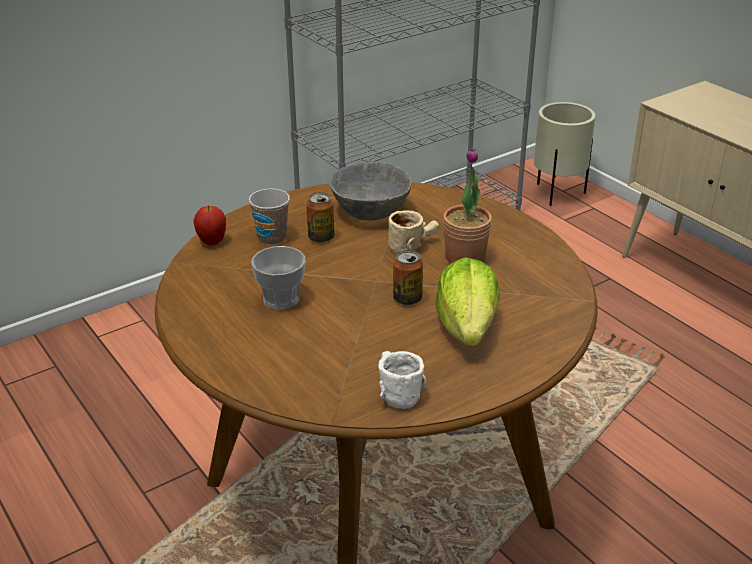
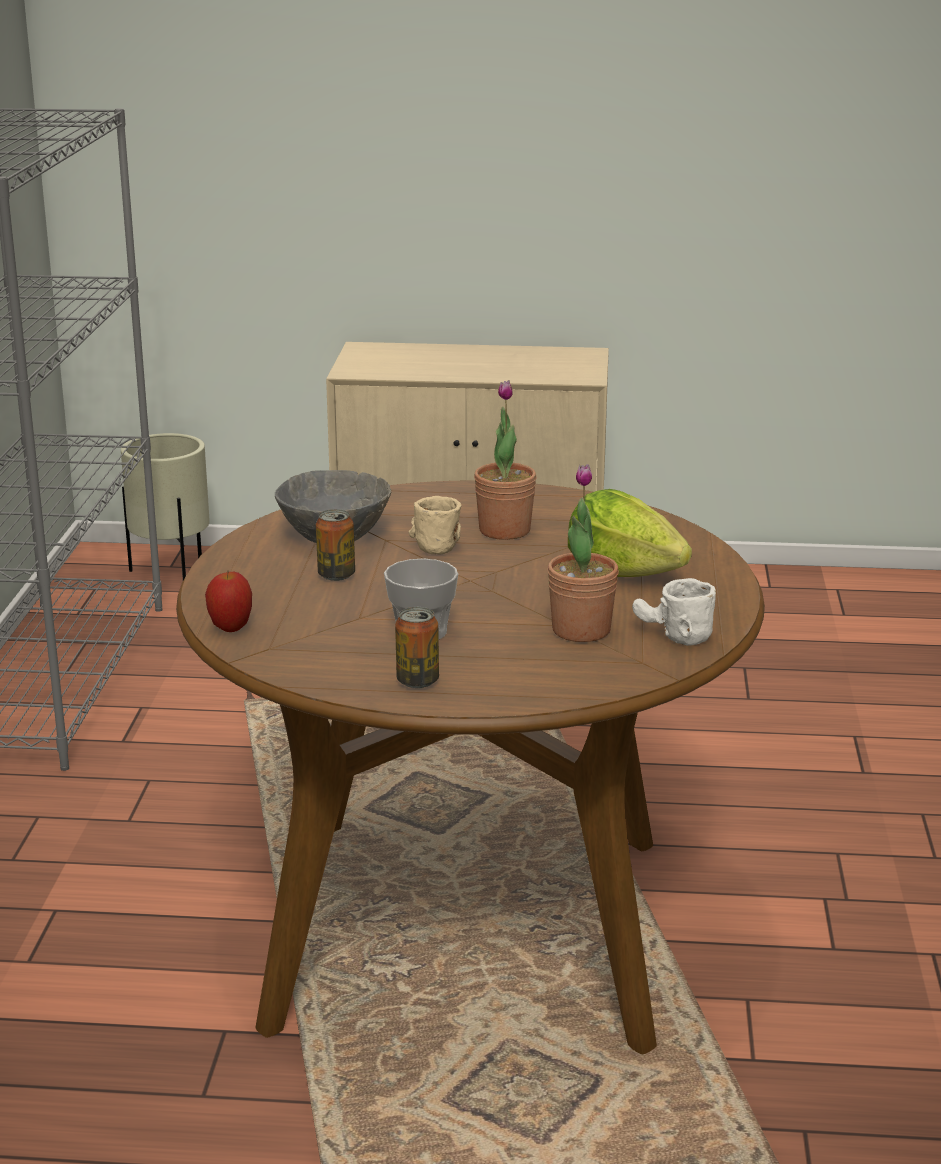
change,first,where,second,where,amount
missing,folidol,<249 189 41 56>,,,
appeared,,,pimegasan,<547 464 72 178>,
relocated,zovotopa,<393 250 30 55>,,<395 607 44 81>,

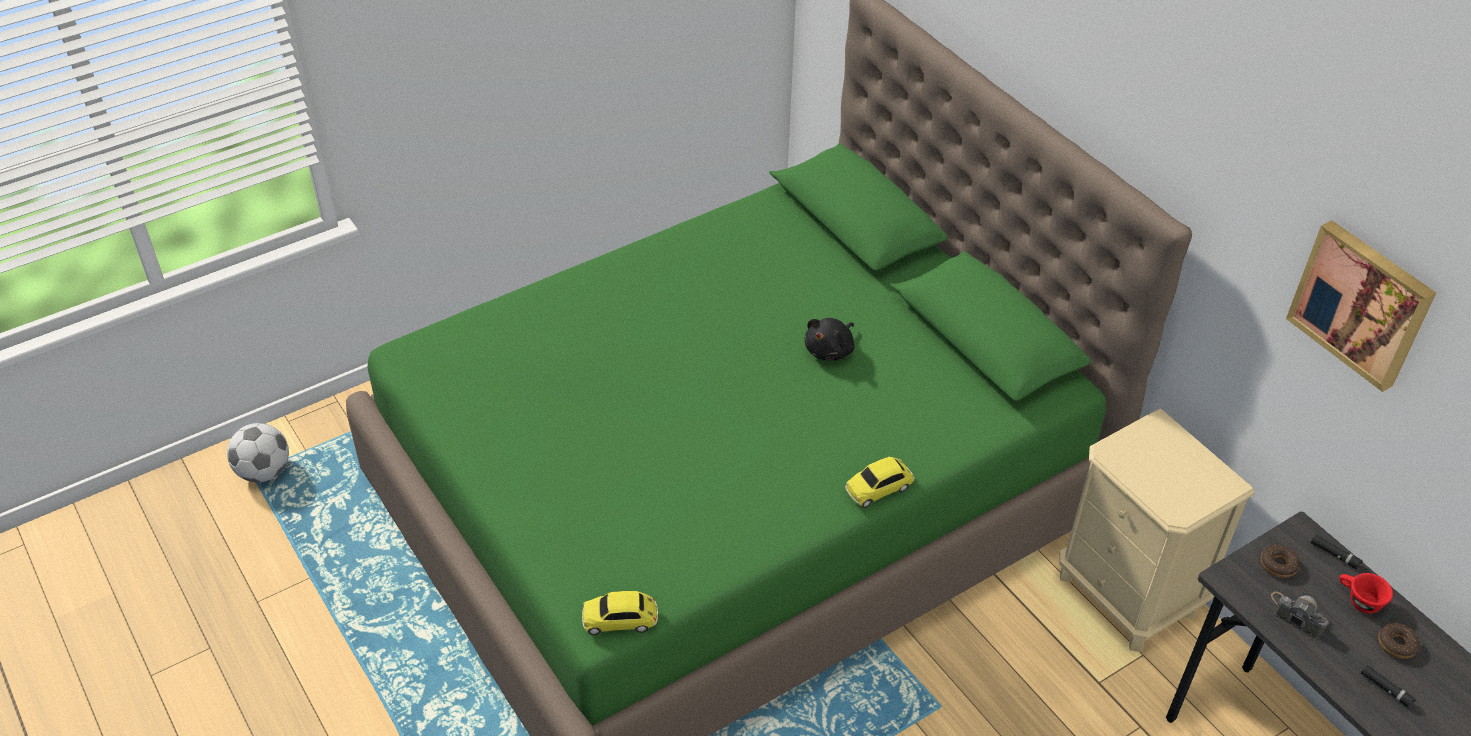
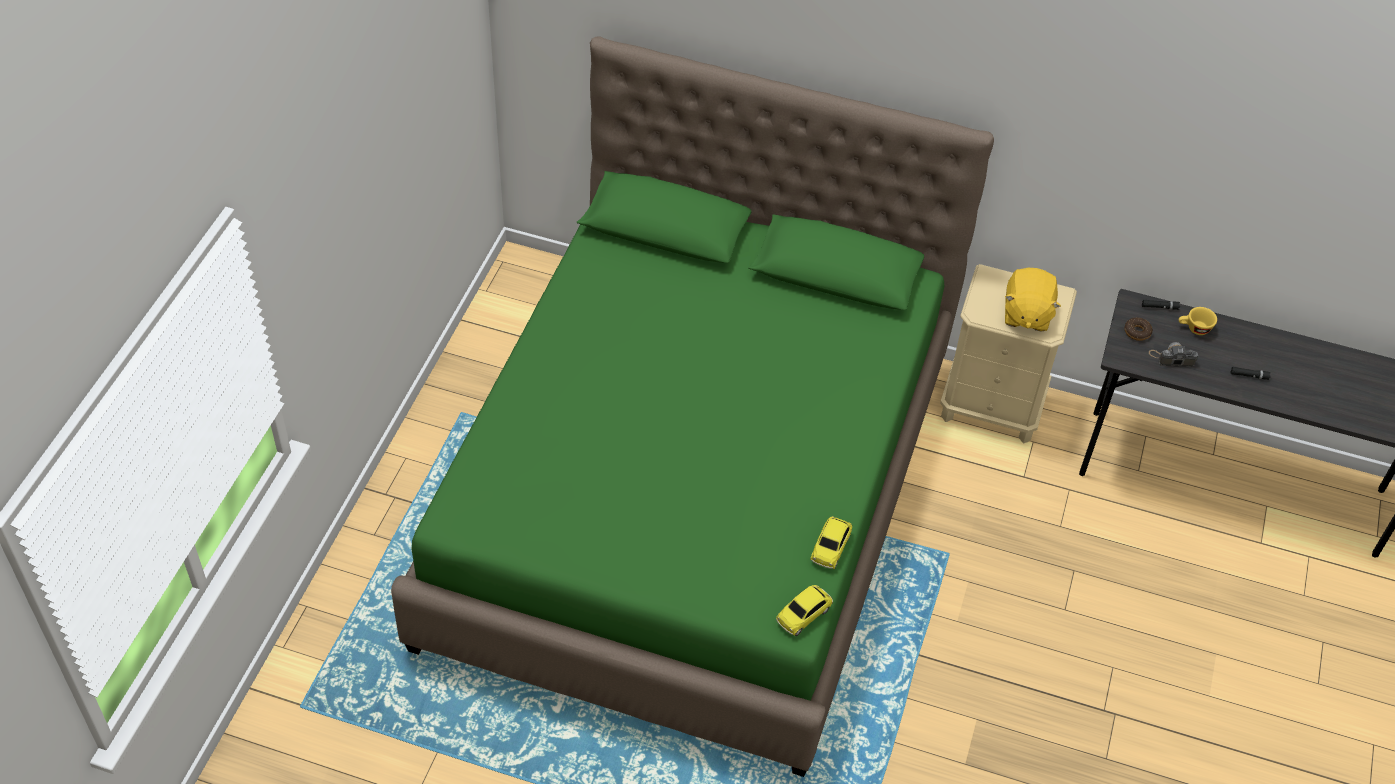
change,first,where,second,where,amount
missing,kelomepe,<227 423 62 59>,,,
missing,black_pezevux,<804 318 51 42>,,,
missing,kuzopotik,<1286 220 150 172>,,,
missing,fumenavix,<1378 623 42 36>,,,
appeared,,,yellow_pezevux,<1005 268 56 64>,
relocated,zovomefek,<845 457 69 51>,,<810 516 42 53>,
colour,red_folidol,<1339 573 54 41>,yellow_folidol,<1179 307 38 28>,

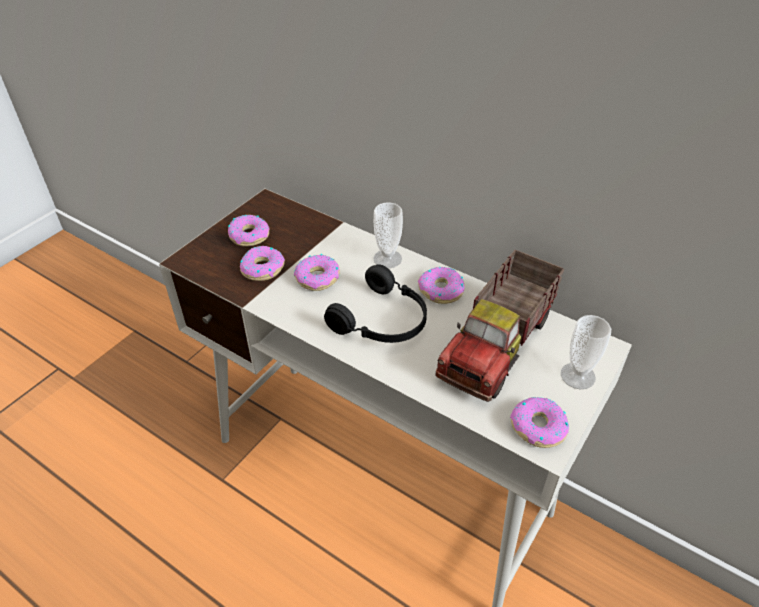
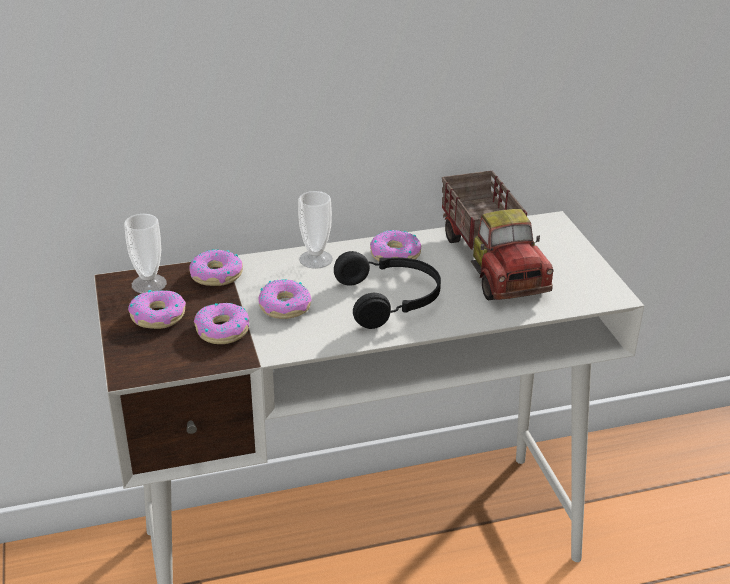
change,first,where,second,where,amount
relocated,fumenavix,<510 397 59 51>,,<189 249 54 37>,
relocated,folidol,<561 315 50 75>,,<124 214 43 79>,

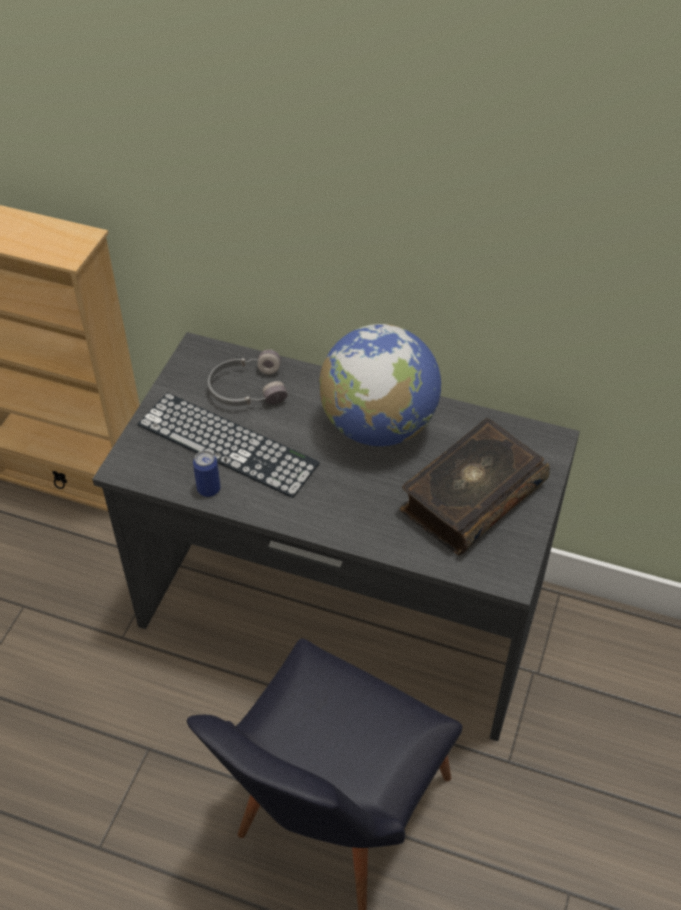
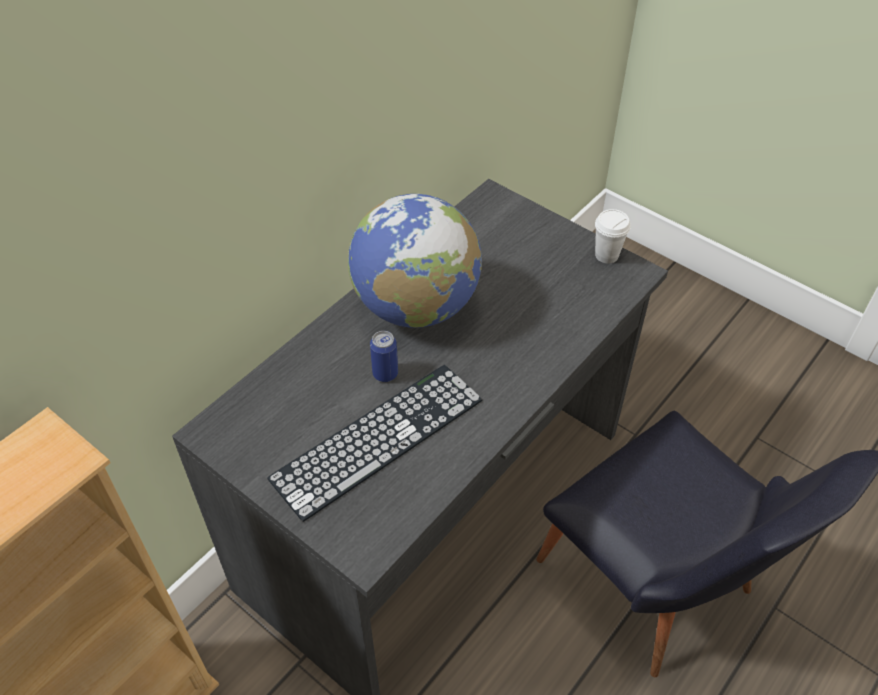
change,first,where,second,where,amount
missing,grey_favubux,<208 350 80 56>,,,
missing,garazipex,<400 418 150 137>,,,
appeared,,,white_folidol,<595 209 36 55>,
relocated,zovotopa,<193 450 27 47>,,<370 331 28 51>,

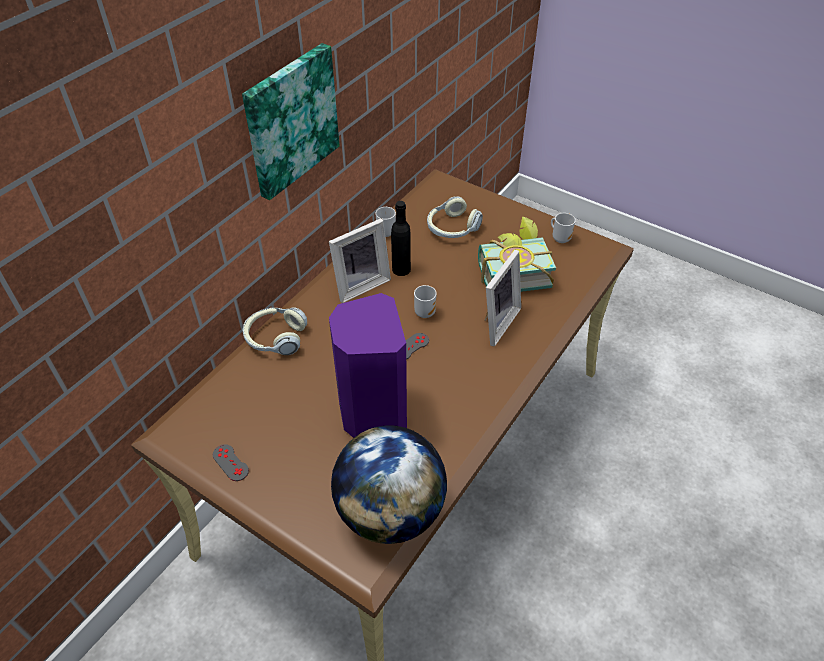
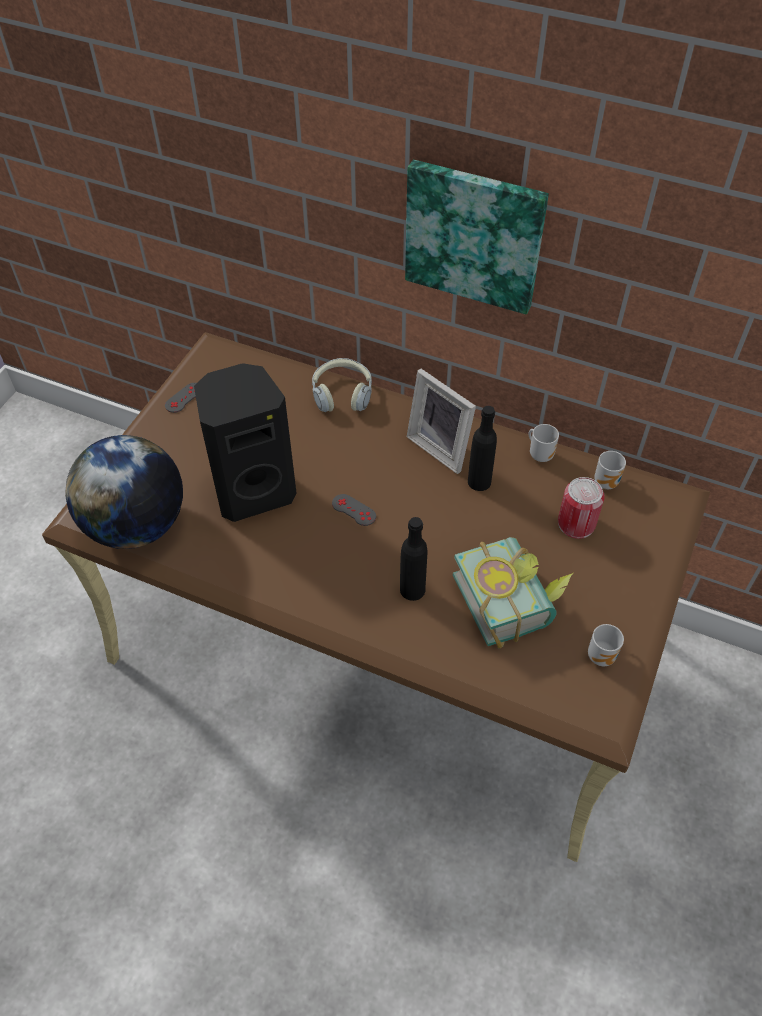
change,first,where,second,where,amount
relocated,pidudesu,<414 285 23 33>,,<594 451 32 38>,
exchanged,favubux,<427 196 56 42>,zovotopa,<558 477 47 62>,
exchanged,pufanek,<485 250 36 97>,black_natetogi,<400 517 28 84>,
colour,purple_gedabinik,<329 293 78 145>,black_gedabinik,<194 363 102 159>,

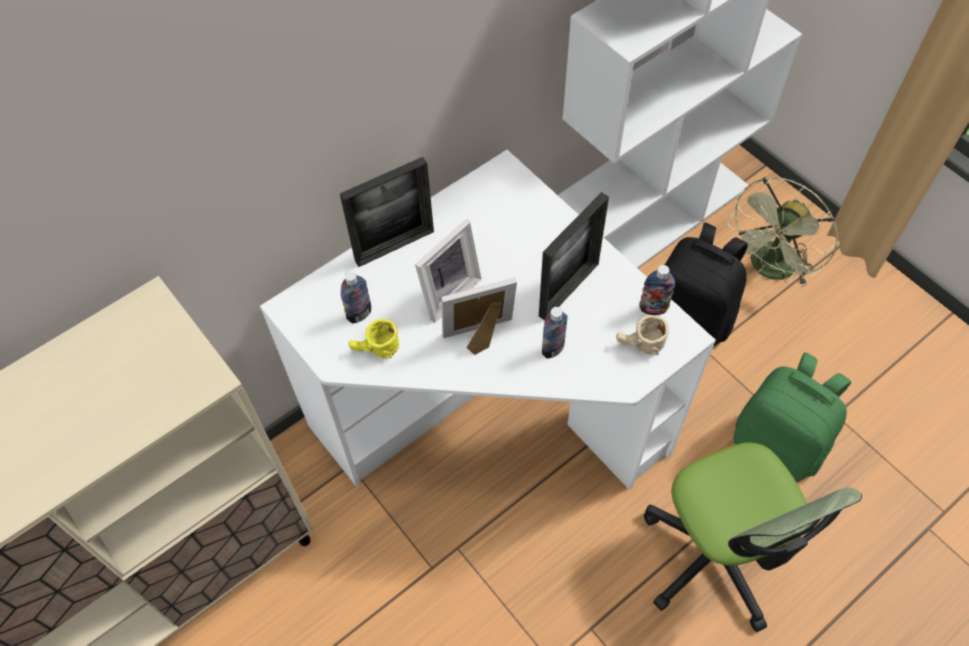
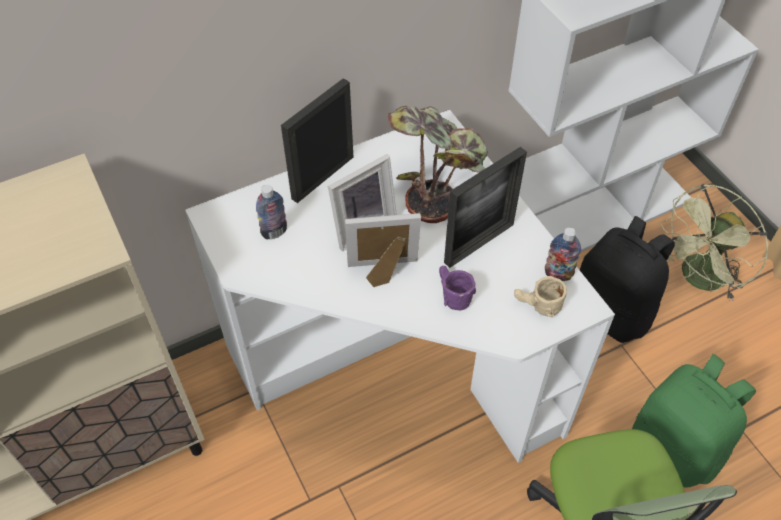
change,first,where,second,where,amount
missing,yellow_pidudesu,<349 319 50 39>,,,
appeared,,,pimegasan,<388 106 100 117>,
exchanged,natetogi,<542 307 26 52>,purple_pidudesu,<439 266 37 45>,
spun,pufanek,<340 157 94 110>,,<281 78 72 125>,150 degrees clockwise

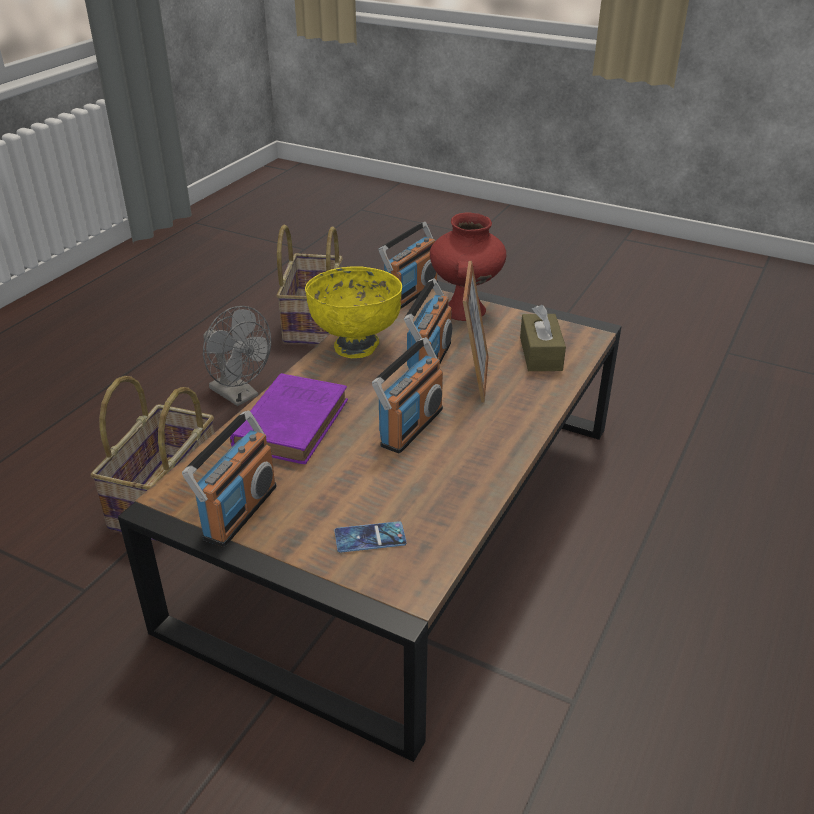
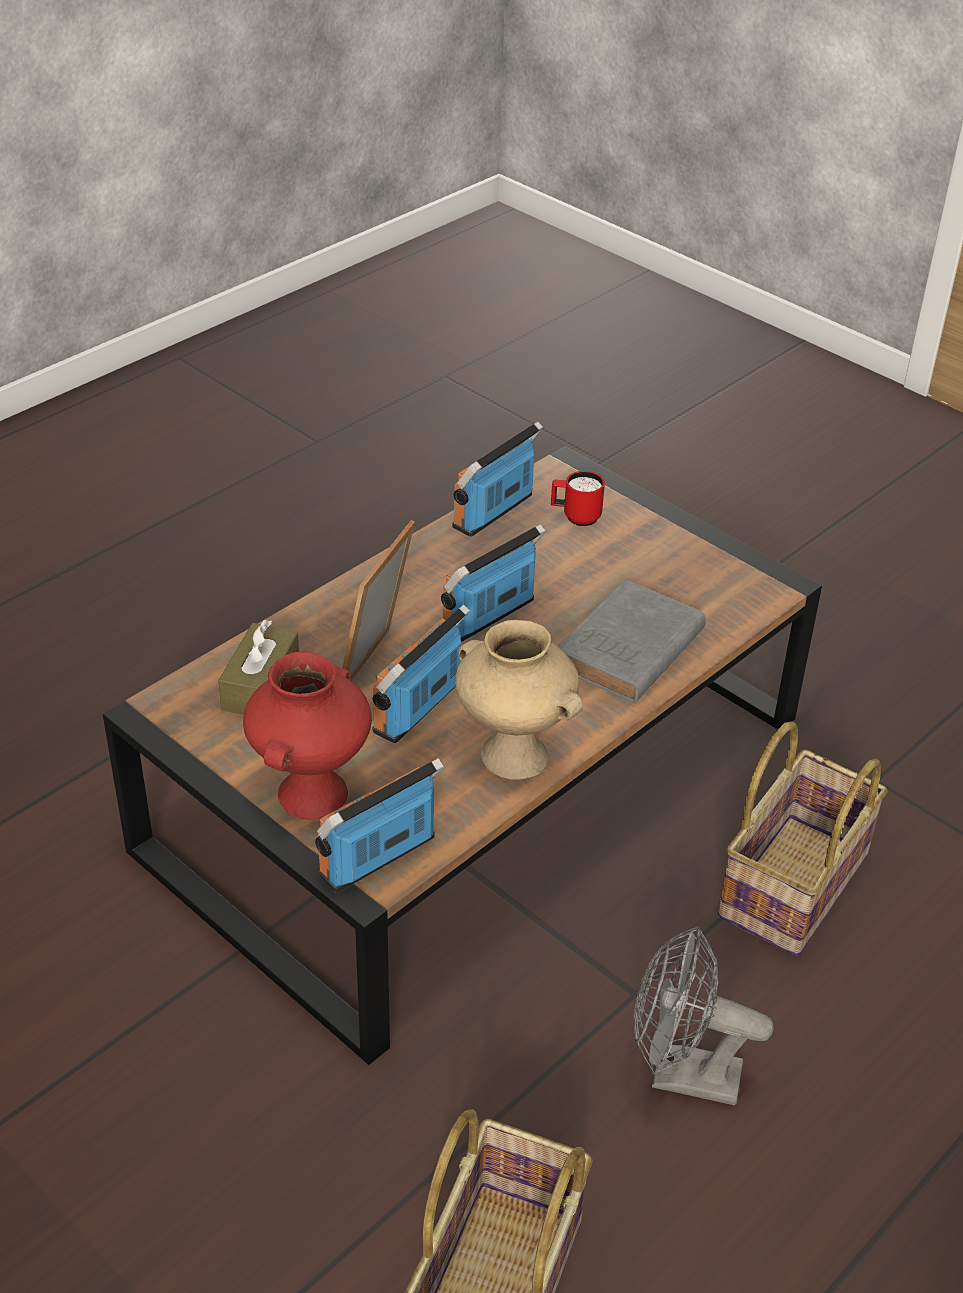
change,first,where,second,where,amount
relocated,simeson,<182 410 95 137>,,<453 422 90 115>,
exchanged,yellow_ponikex,<305 266 97 92>,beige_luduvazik,<455 620 128 160>,
exchanged,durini,<334 521 73 32>,red_pidudesu,<551 471 54 55>,
colour,purple_garazipex,<230 373 118 91>,grey_garazipex,<558 579 148 124>,
spun,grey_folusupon,<203 306 68 100>,,<634 926 139 179>,45 degrees counterclockwise

